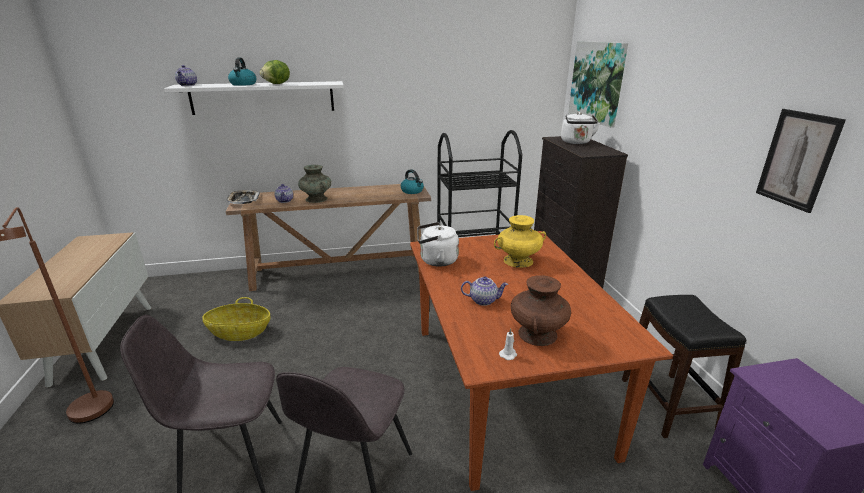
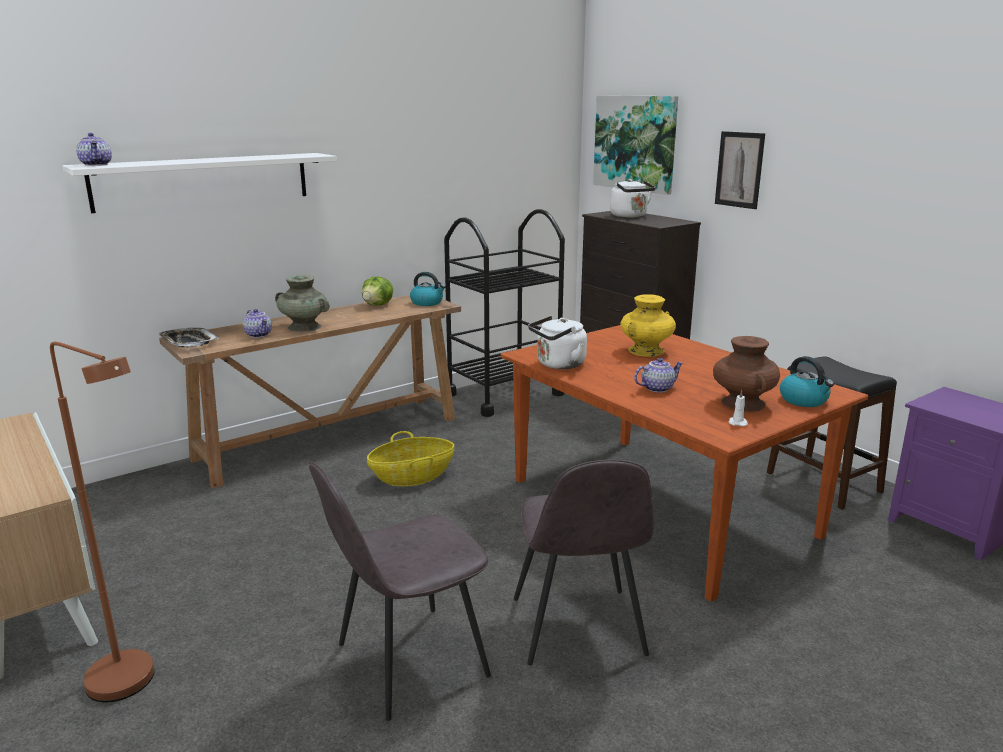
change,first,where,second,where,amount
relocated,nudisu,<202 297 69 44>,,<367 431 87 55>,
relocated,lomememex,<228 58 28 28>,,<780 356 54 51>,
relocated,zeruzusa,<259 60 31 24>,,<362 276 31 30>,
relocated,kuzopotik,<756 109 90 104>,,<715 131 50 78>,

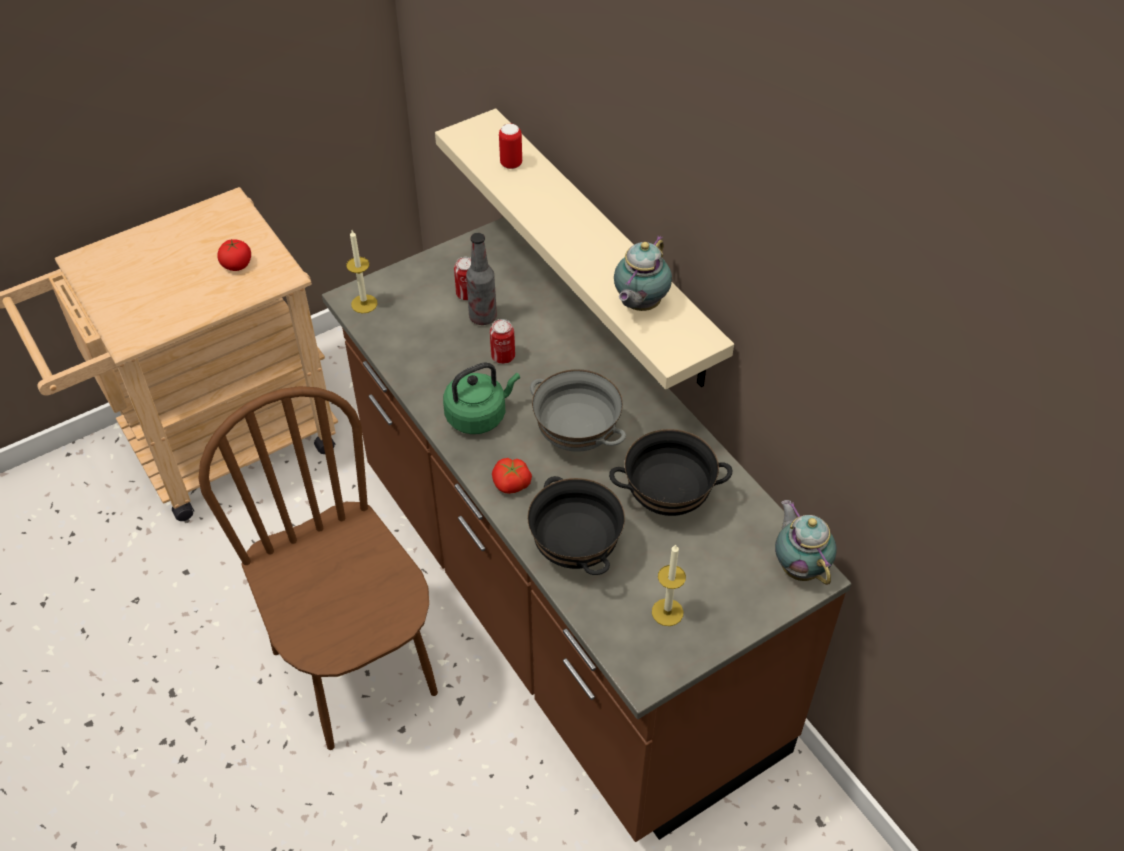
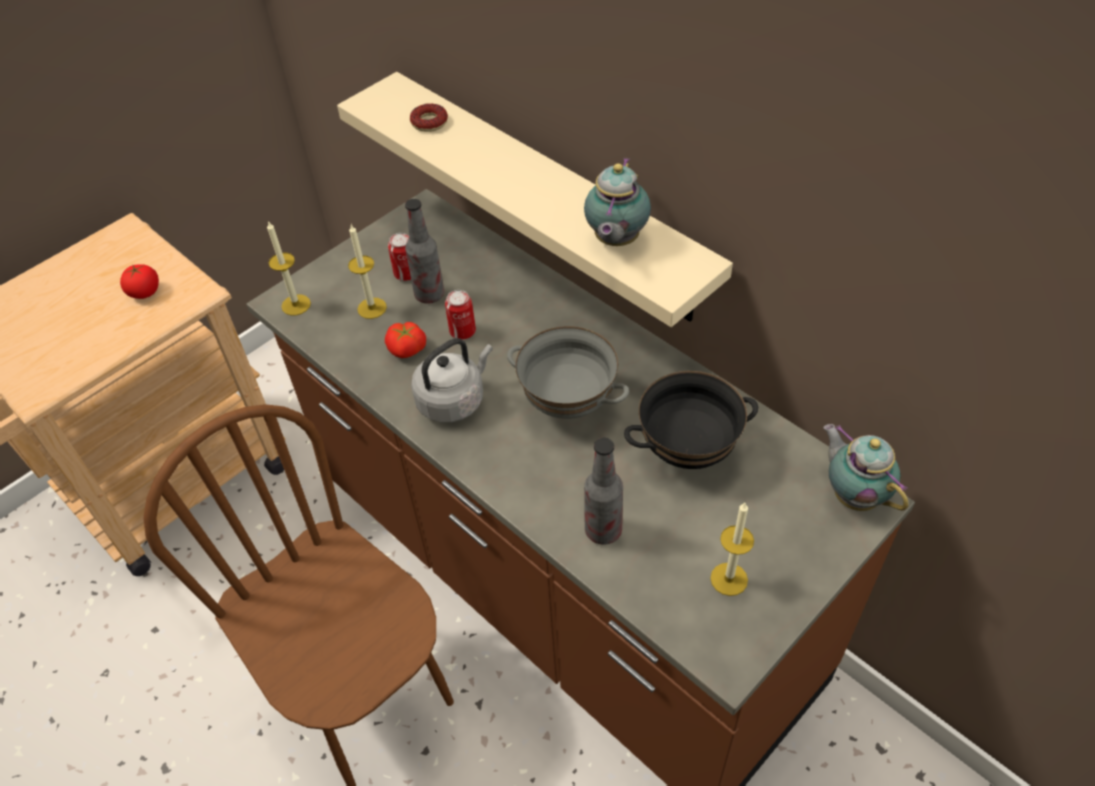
change,first,where,second,where,amount
appeared,,,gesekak,<348 225 39 94>,
relocated,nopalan,<492 458 40 36>,,<385 322 41 36>,
exchanged,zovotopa,<499 124 23 45>,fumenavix,<410 103 38 29>,
exchanged,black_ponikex,<527 476 98 99>,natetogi,<584 438 39 107>,
colour,green_lomememex,<443 362 77 72>,grey_lomememex,<411 338 82 85>,

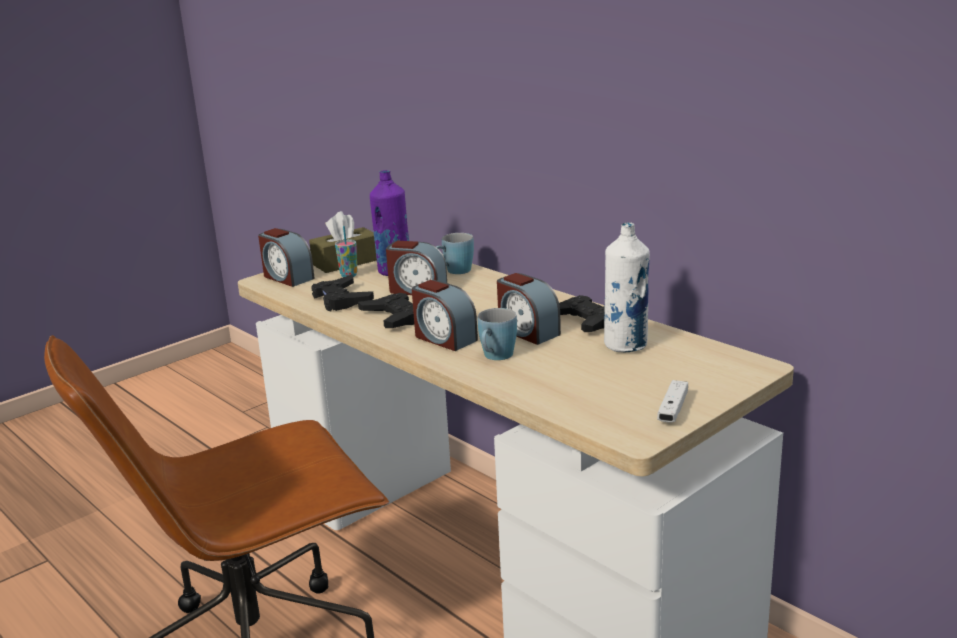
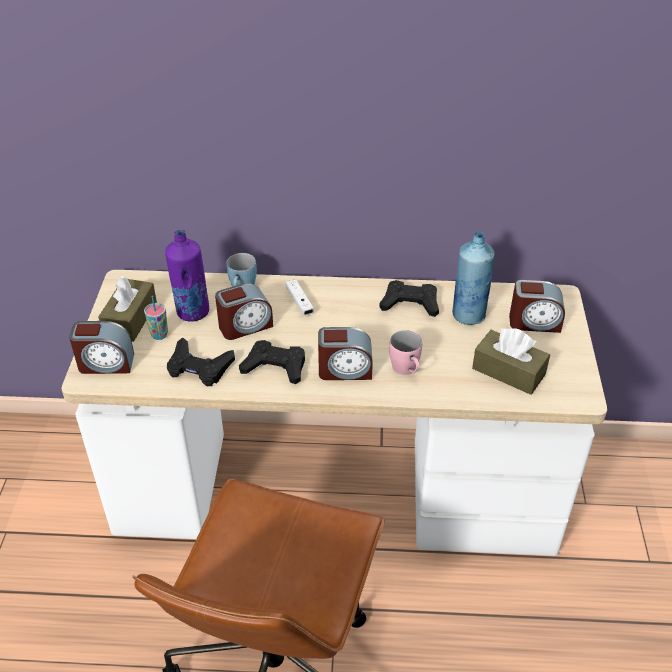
change,first,where,second,where,amount
appeared,,,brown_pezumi,<472 328 78 67>,
relocated,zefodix,<497 273 64 72>,,<509 280 56 53>,
relocated,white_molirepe,<657 380 31 43>,,<286 279 28 36>,
colour,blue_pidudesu,<478 308 39 52>,pink_pidudesu,<389 330 34 45>,
colour,white_natetogi,<604 223 46 130>,blue_natetogi,<452 231 43 94>,

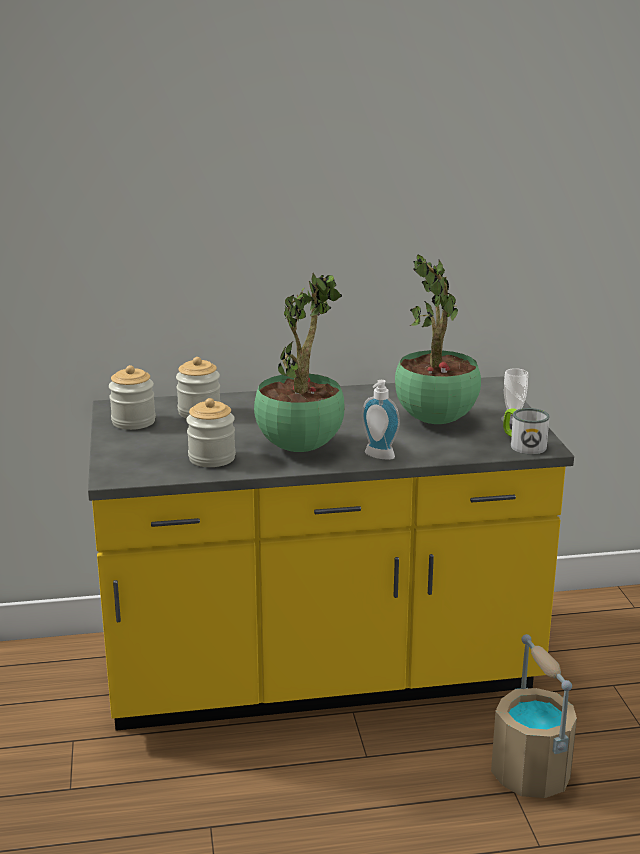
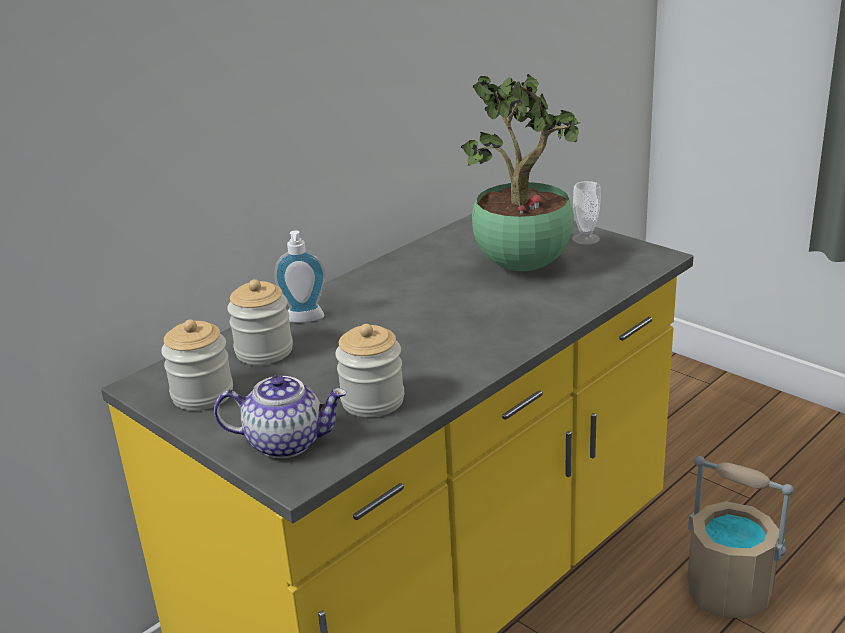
change,first,where,second,where,amount
missing,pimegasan,<254 273 91 179>,,,
missing,pidudesu,<503 408 47 46>,,,
appeared,,,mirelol,<214 375 133 84>,
relocated,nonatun,<362 380 38 80>,,<274 230 52 93>,

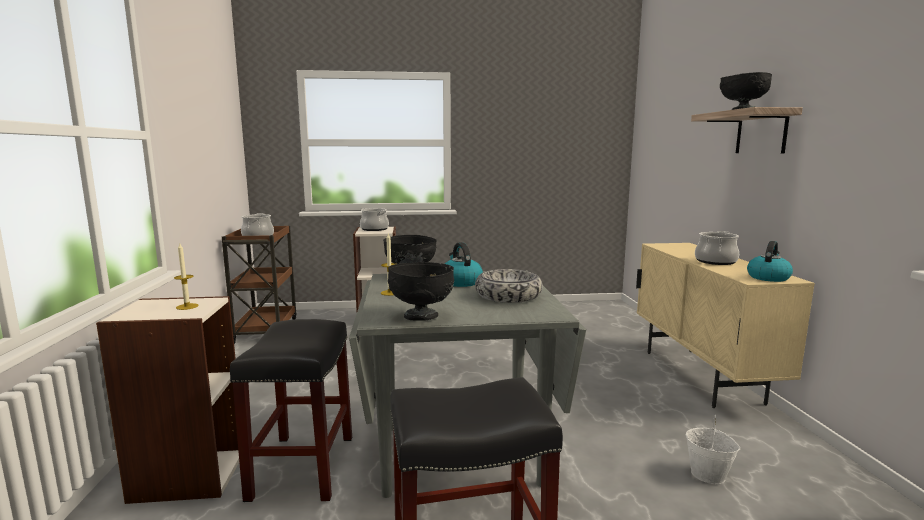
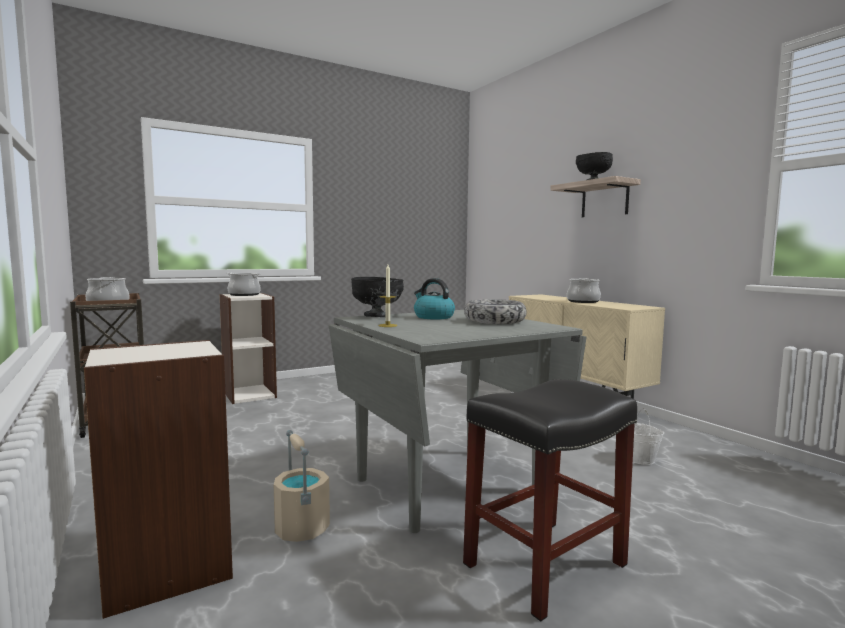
change,first,where,second,where,amount
missing,gesekak,<174 243 25 67>,,,
missing,black_ponikex,<388 262 66 59>,,,
missing,lomememex,<747 241 46 41>,,,
exchanged,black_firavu,<230 319 122 183>,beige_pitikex,<274 430 56 112>,

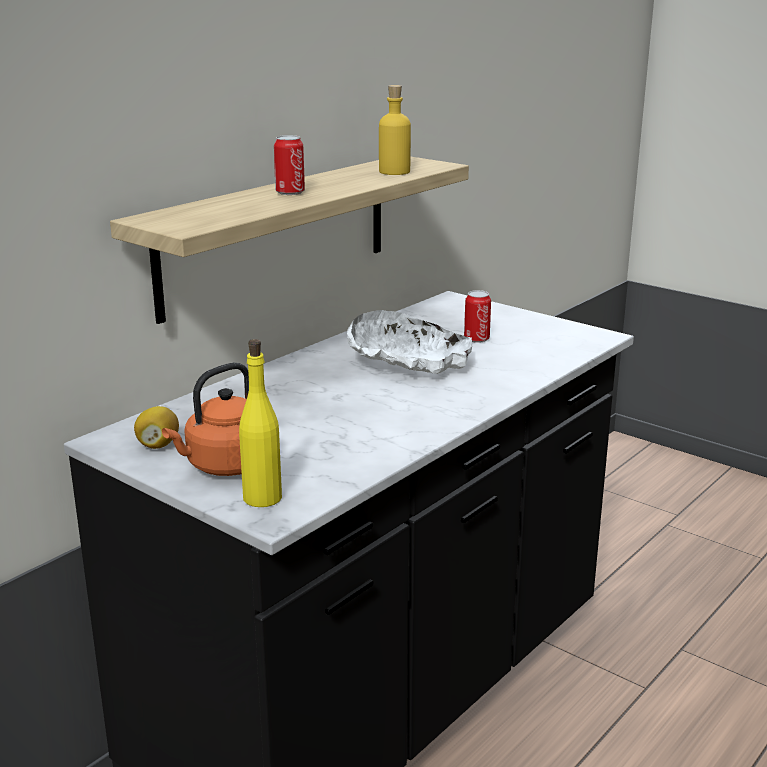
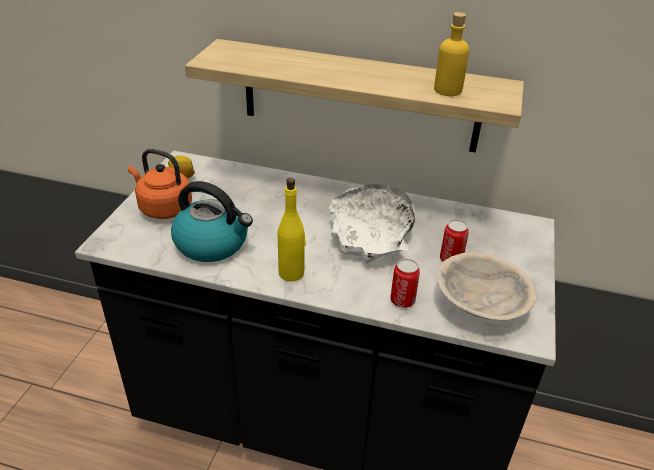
change,first,where,second,where,amount
appeared,,,lomememex,<171 181 82 81>,
appeared,,,beige_ponikex,<437 252 100 68>,
relocated,yellow_natetogi,<239 339 43 168>,,<278 177 28 105>,
relocated,zovotopa,<274 135 31 60>,,<390 259 30 49>,

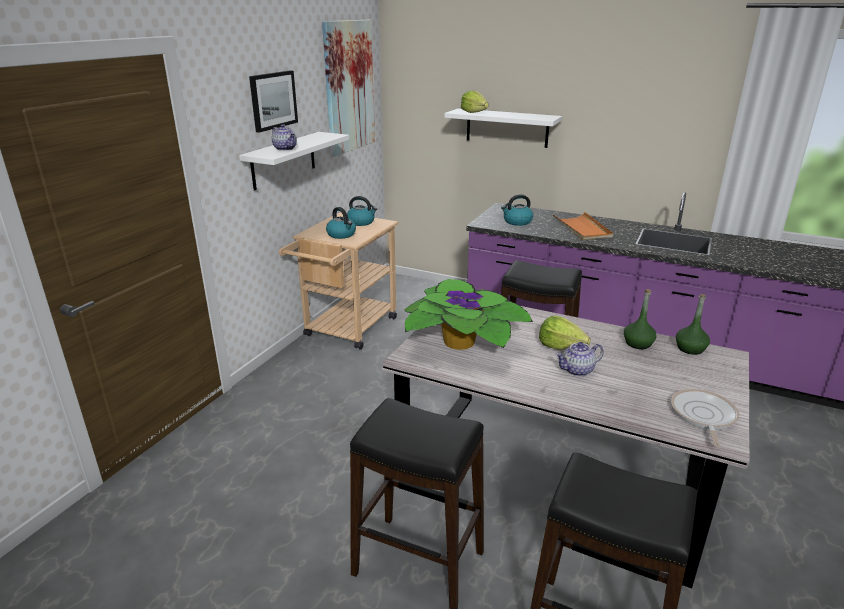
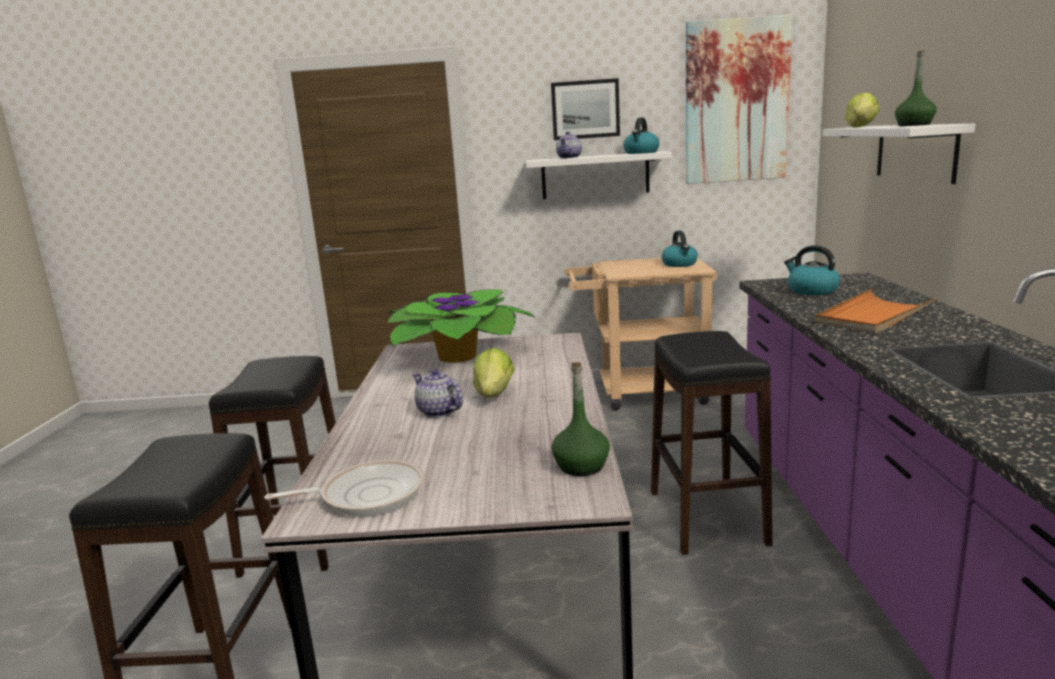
change,first,where,second,where,amount
relocated,lomememex,<326 207 30 32>,,<623 117 37 37>,
relocated,green_natetogi,<624 289 33 60>,,<895 50 42 76>,

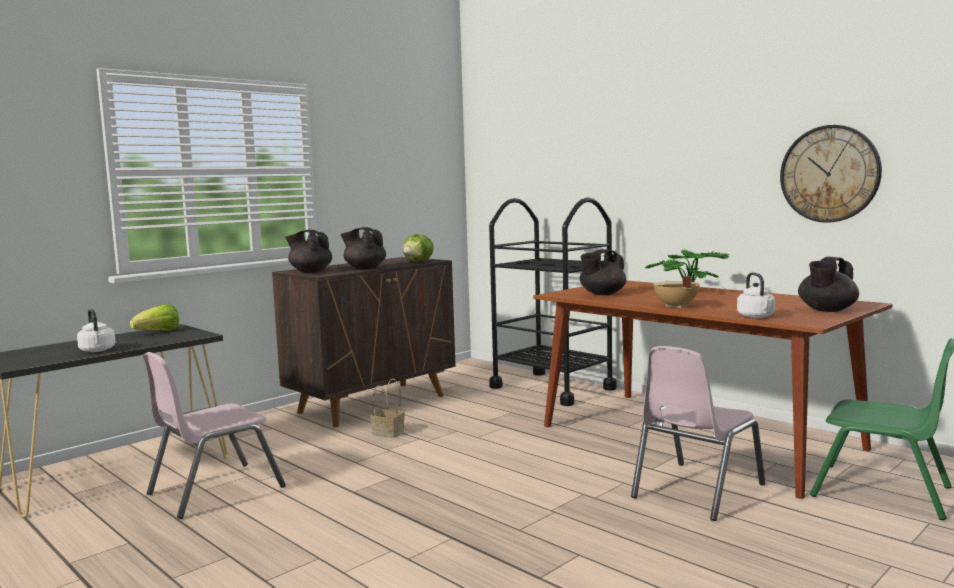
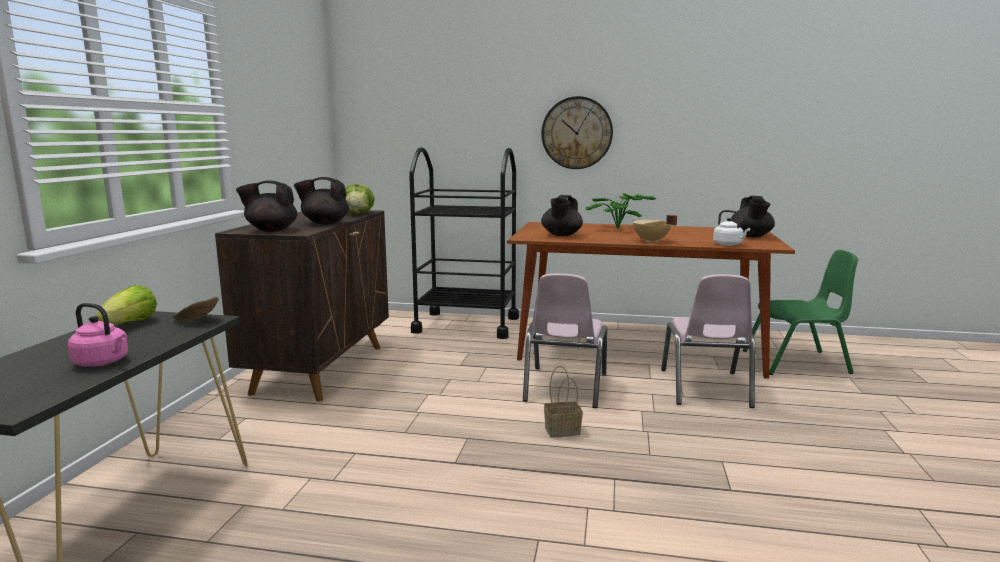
change,first,where,second,where,amount
appeared,,,brown_ponikex,<172 296 47 25>,
relocated,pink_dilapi,<143 352 143 167>,,<523 273 84 135>,
relocated,nudisu,<370 379 35 59>,,<544 366 39 72>,
relocated,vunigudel,<780 125 102 98>,,<541 96 72 73>,
colour,white_lomememex,<77 309 39 43>,pink_lomememex,<68 303 60 64>,

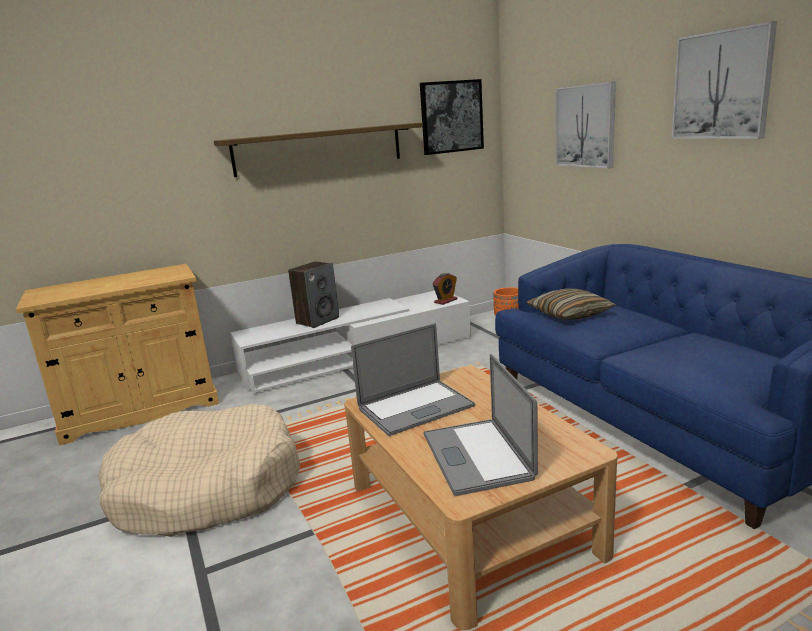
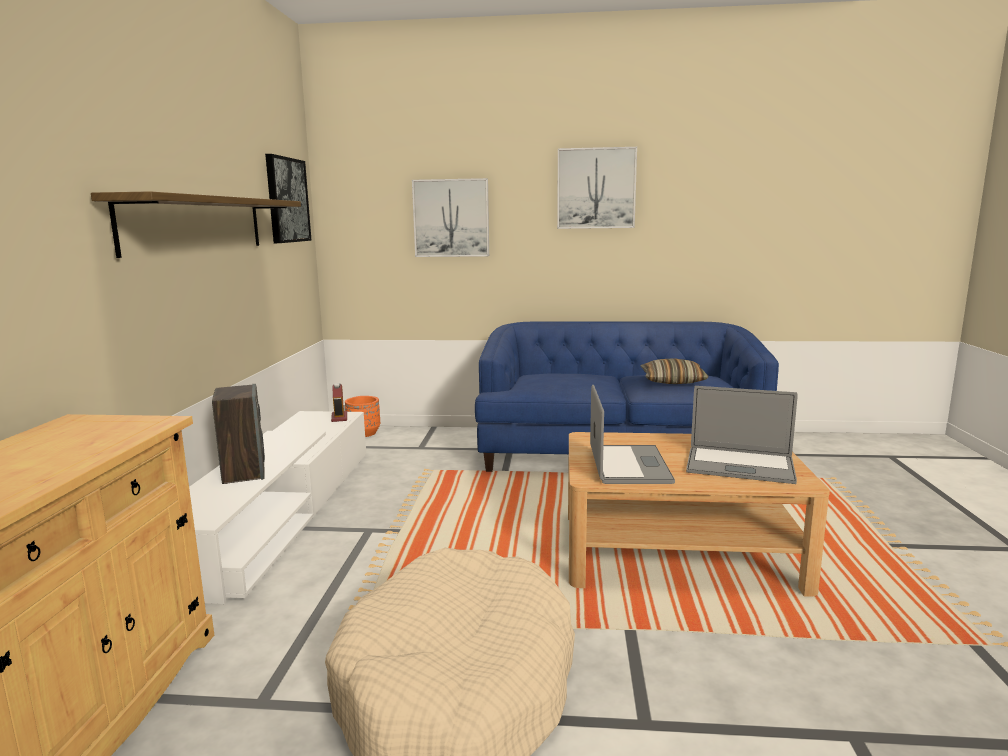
change,first,where,second,where,amount
relocated,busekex,<527 289 89 31>,,<641 358 68 26>,

